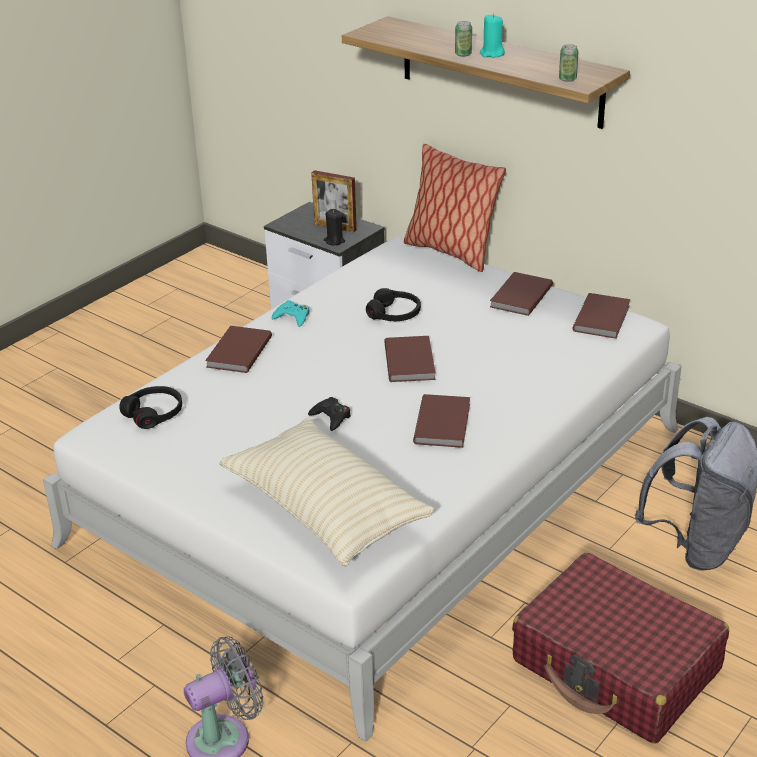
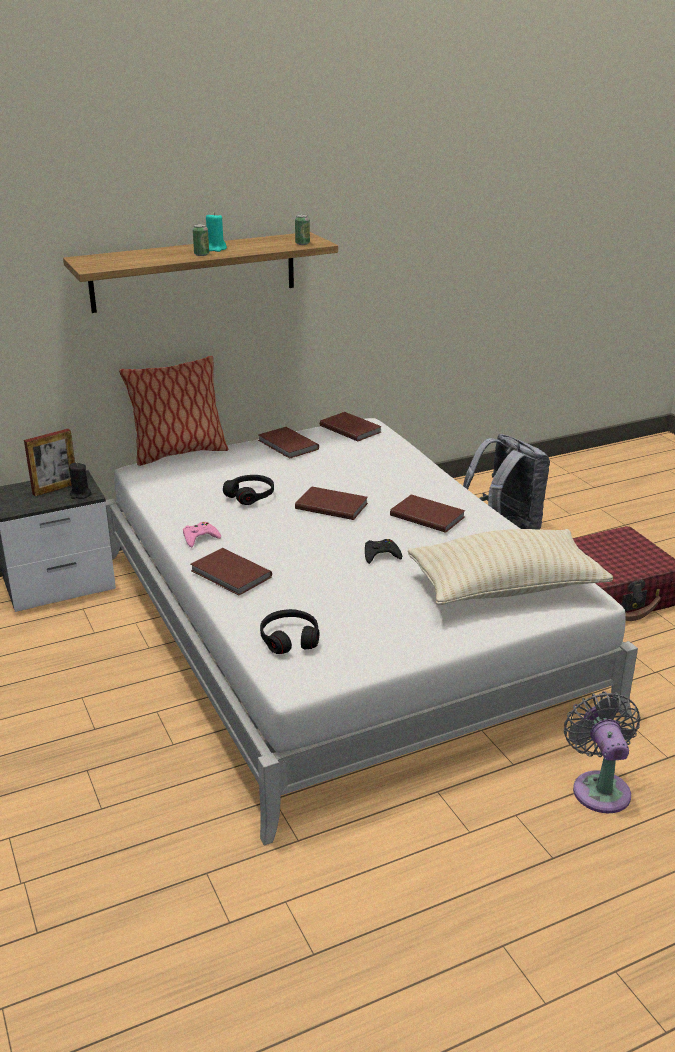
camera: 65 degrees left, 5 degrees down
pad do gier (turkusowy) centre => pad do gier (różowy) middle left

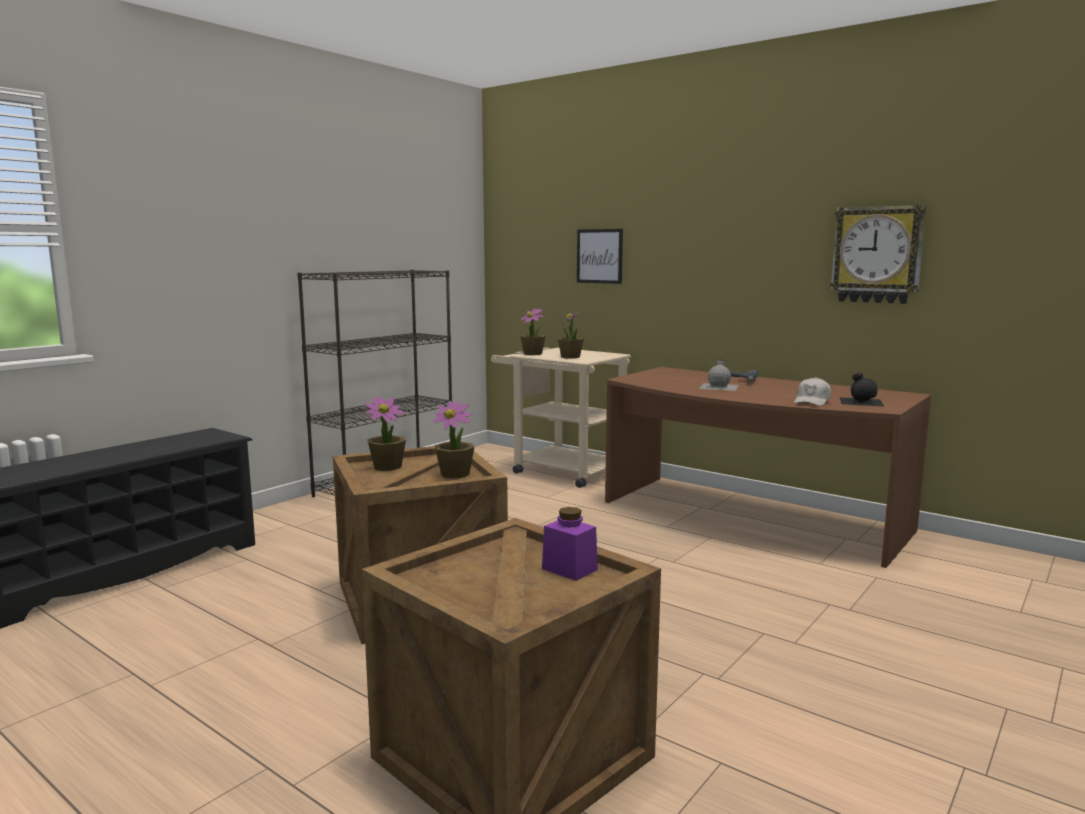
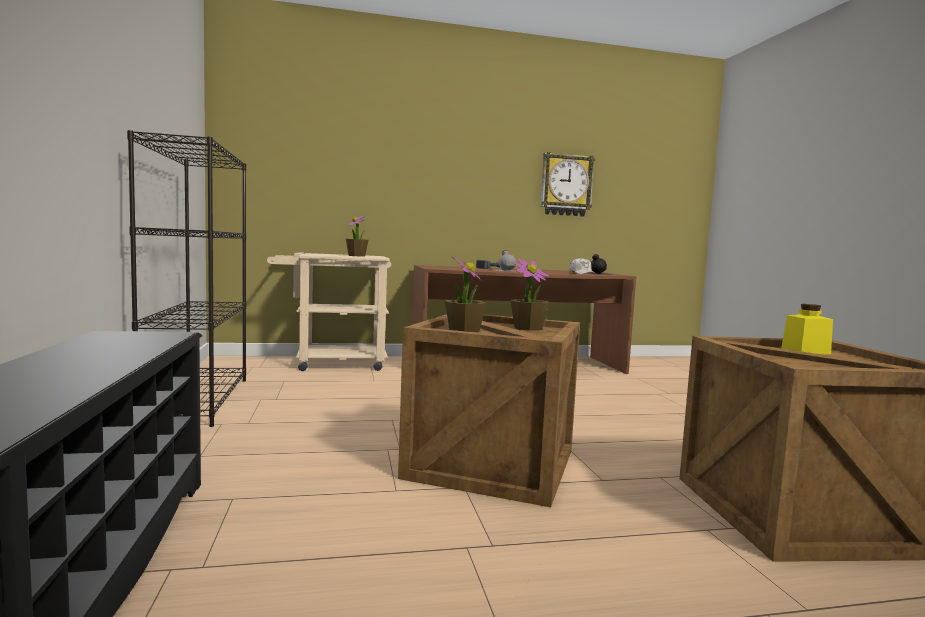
camera: 50 degrees left, 5 degrees down
obraz top centre => nothing
roślina doniczkowa (no. 3 from left) centre => nothing
słoik (fioletowy) bottom centre => słoik (żółty) middle right

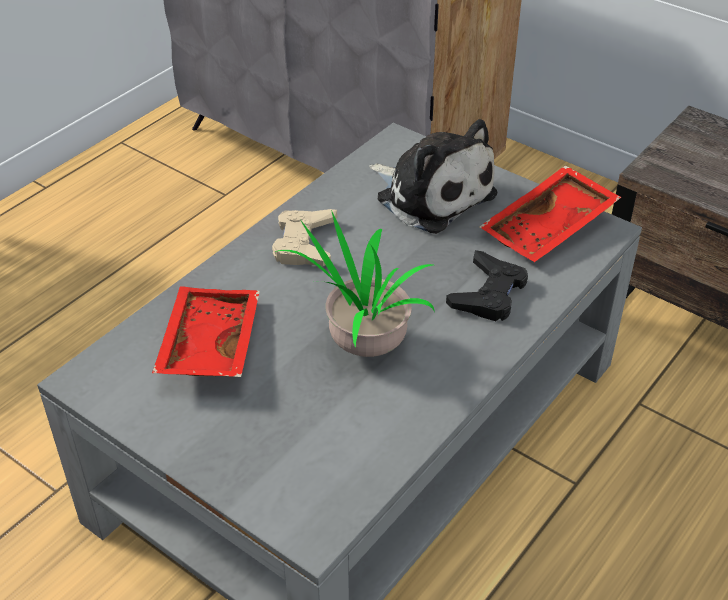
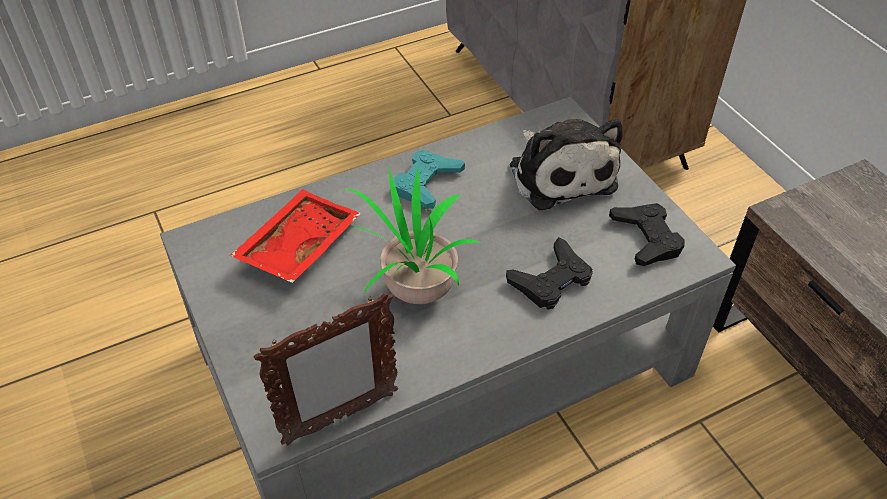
camera: 25 degrees right, 5 degrees up
taca (czerwony) (no. 2 from left) middle right => pad do gier (czarny) (no. 2 from left) middle right
pad do gier (beżowy) centre => pad do gier (turkusowy) centre
nothing => ramka na zdjęcie bottom centre

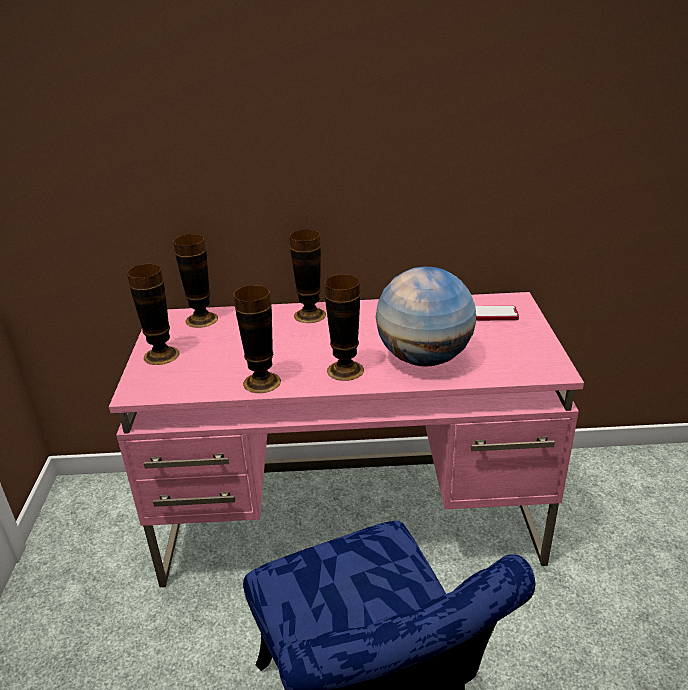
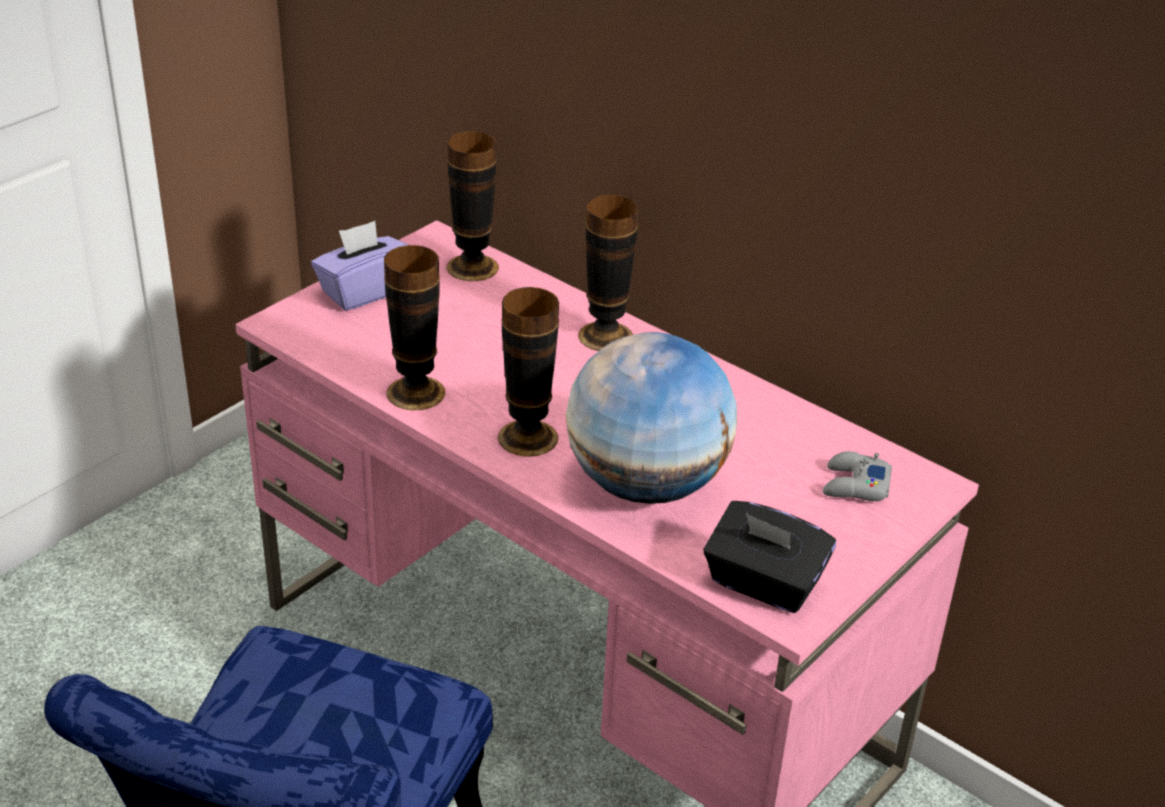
camera: 40 degrees right, 5 degrees up
wazon (no. 1 from left) middle left => pudełko chusteczek (fioletowy) top left
telefon middle right => pad do gier (szary) middle right
nothing => pudełko chusteczek (czarny) bottom centre

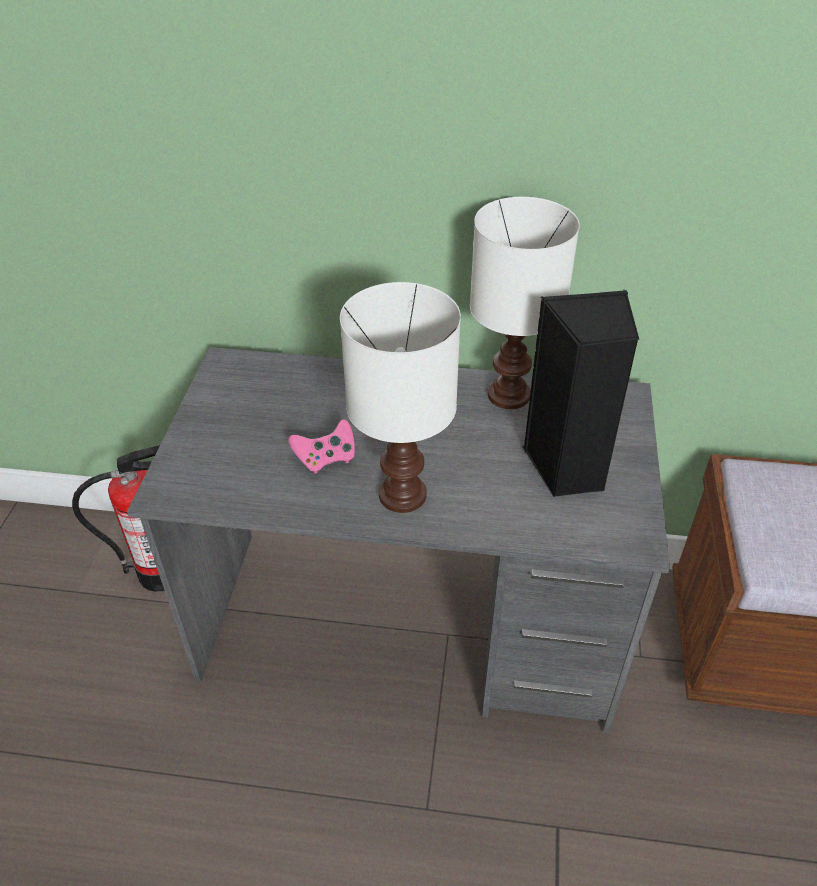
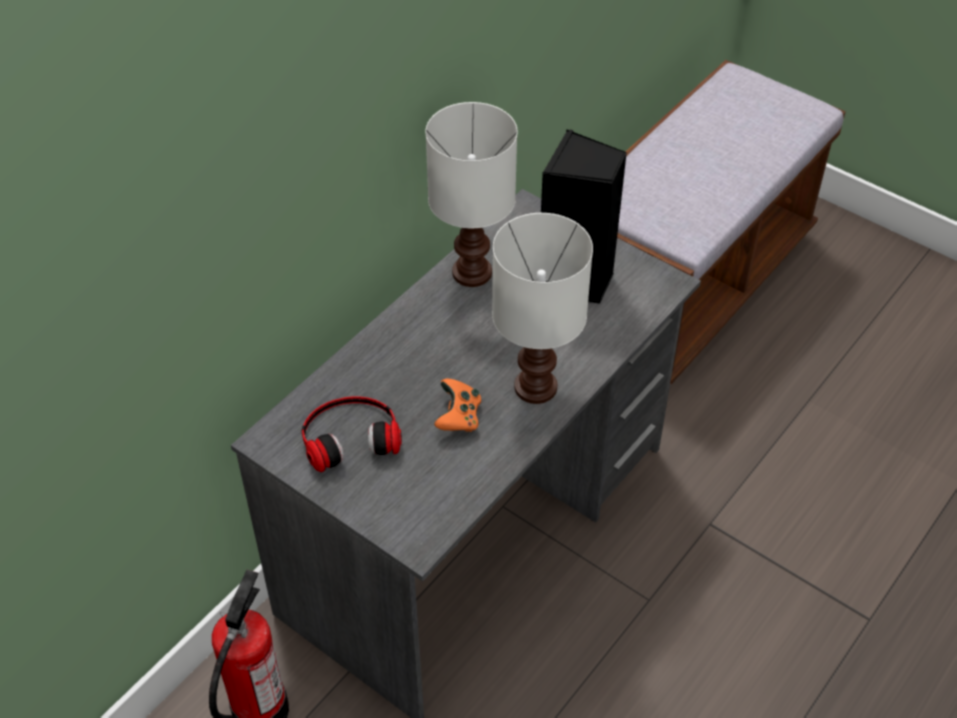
camera: 60 degrees left, 5 degrees up
pad do gier (różowy) centre => pad do gier (pomarańczowy) centre
nothing => słuchawki centre

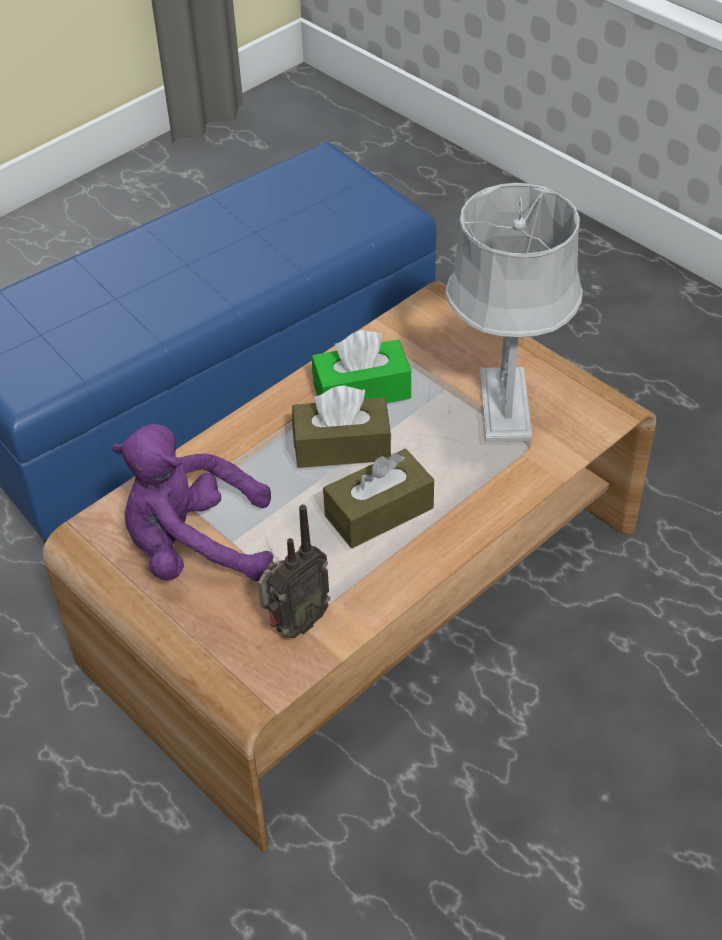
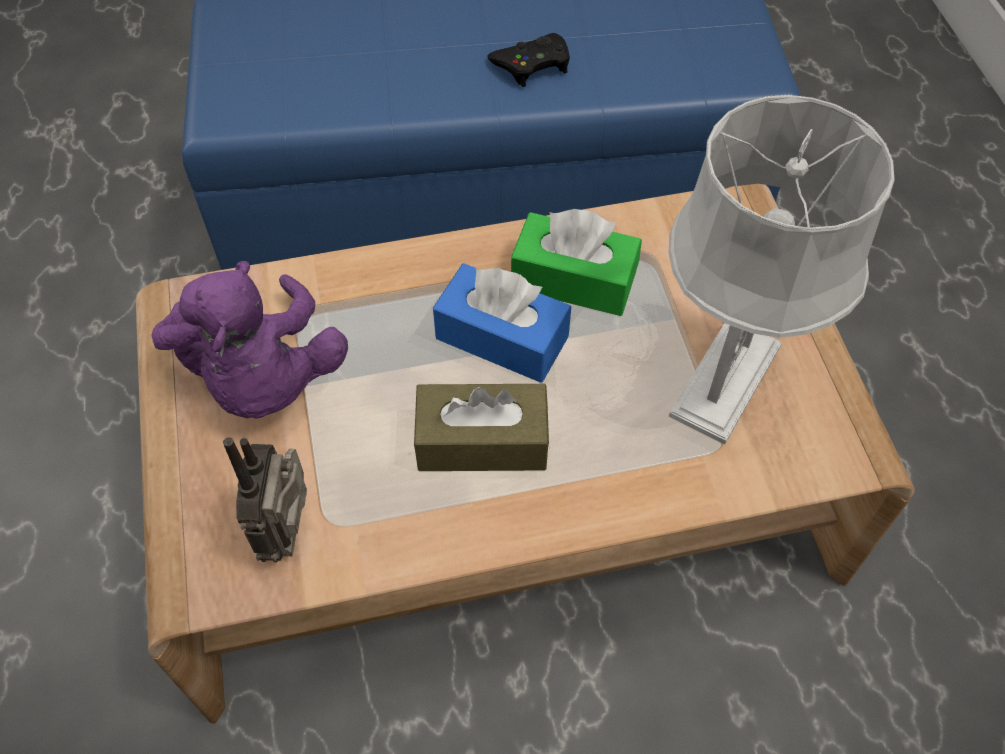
camera: 30 degrees right, 10 degrees up
pudełko chusteczek (brązowy) (no. 1 from left) centre => pudełko chusteczek (niebieski) centre
pluszak (fioletowy) middle left, 135 degrees counterclockwise
radio centre => radio middle left, 105 degrees clockwise
nothing => pad do gier (czarny) top centre

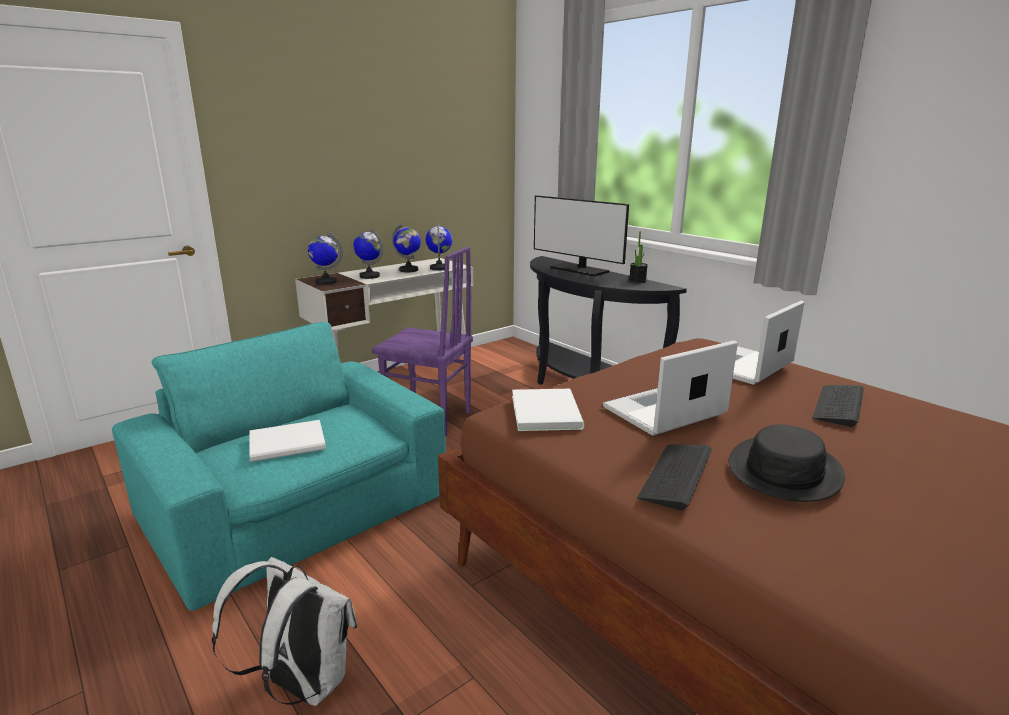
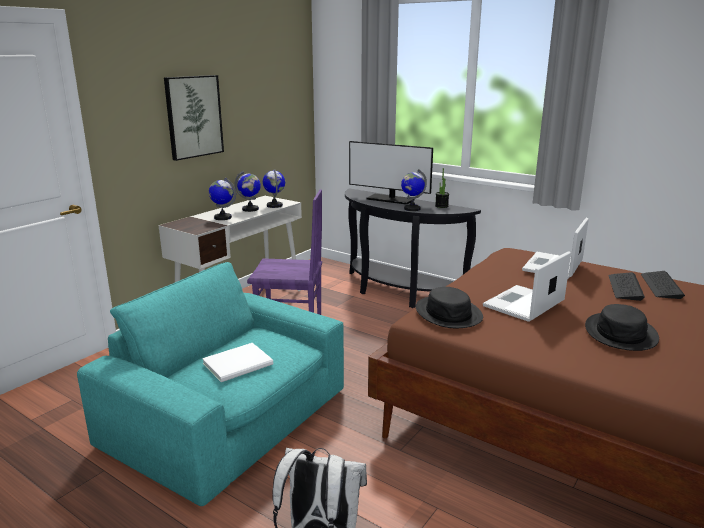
camera: 15 degrees left, 0 degrees up
globus (no. 1 from left in the first image) middle left => globus (no. 4 from left) centre, shifted
książka (biały) (no. 2 from left) centre => kapelusz (czarny) (no. 1 from left) centre
klawiatura (no. 1 from left in the first image) bottom right => klawiatura (no. 2 from left) middle right, shifted
nothing => obraz top left

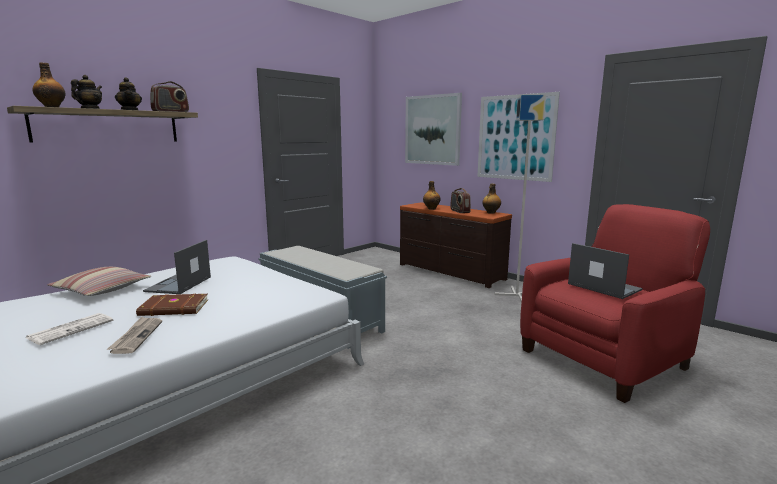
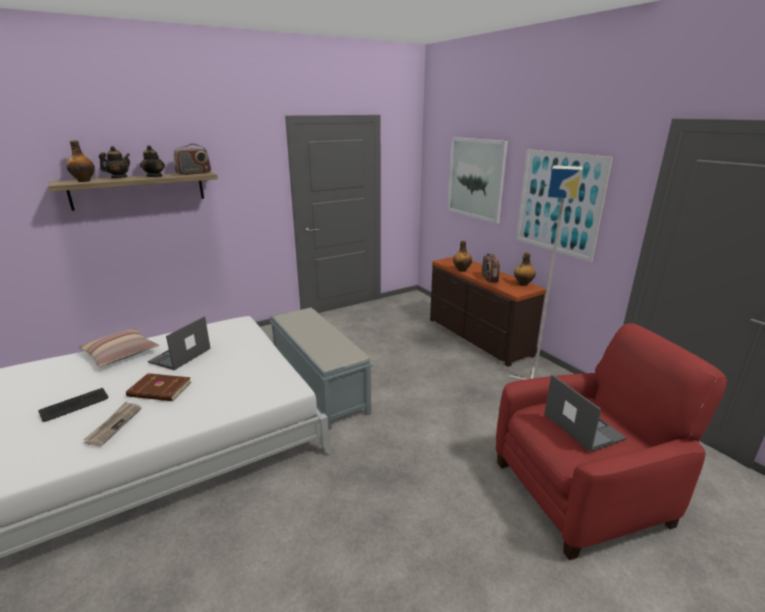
camera: 15 degrees right, 10 degrees up
gazeta (no. 1 from left) bottom left => klawiatura middle left

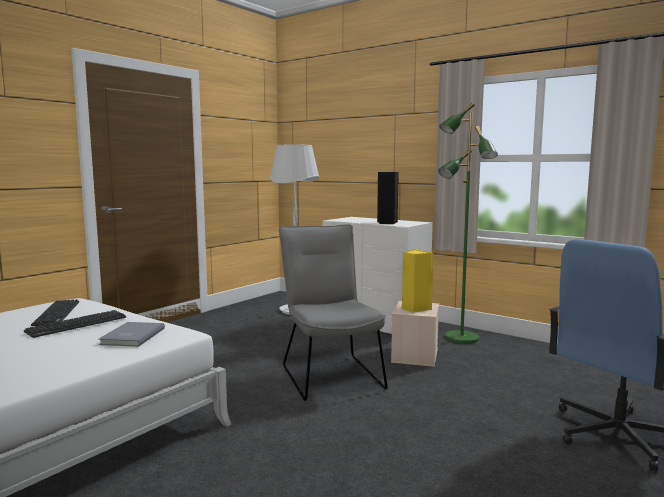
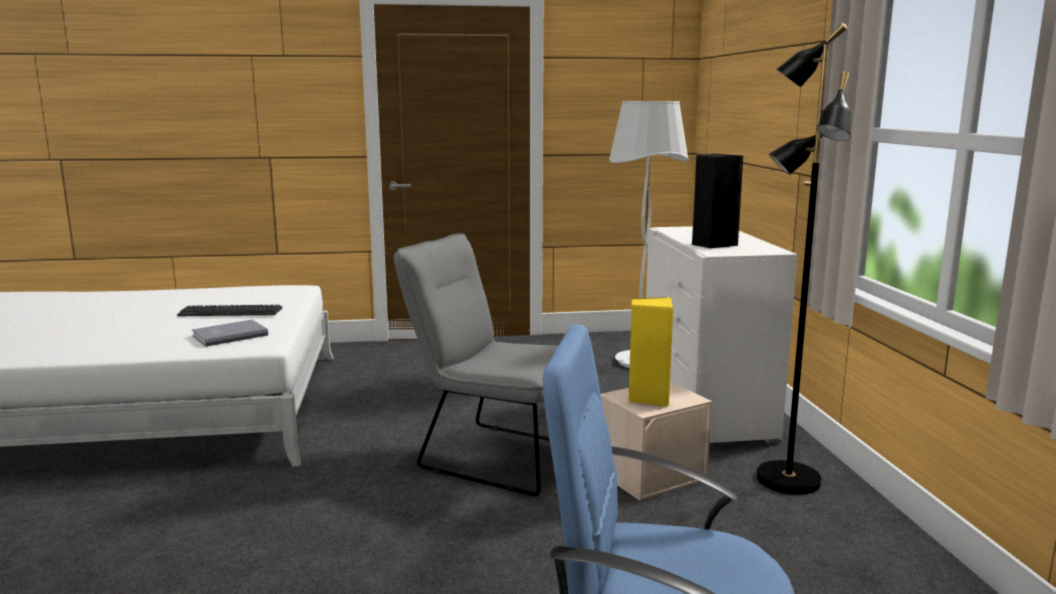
camera: 45 degrees right, 5 degrees up
lampa stojąca (zielony) middle right => lampa stojąca (czarny) middle right
krzesło (szary) centre, 90 degrees counterclockwise
klawiatura (no. 1 from left) middle left => nothing

